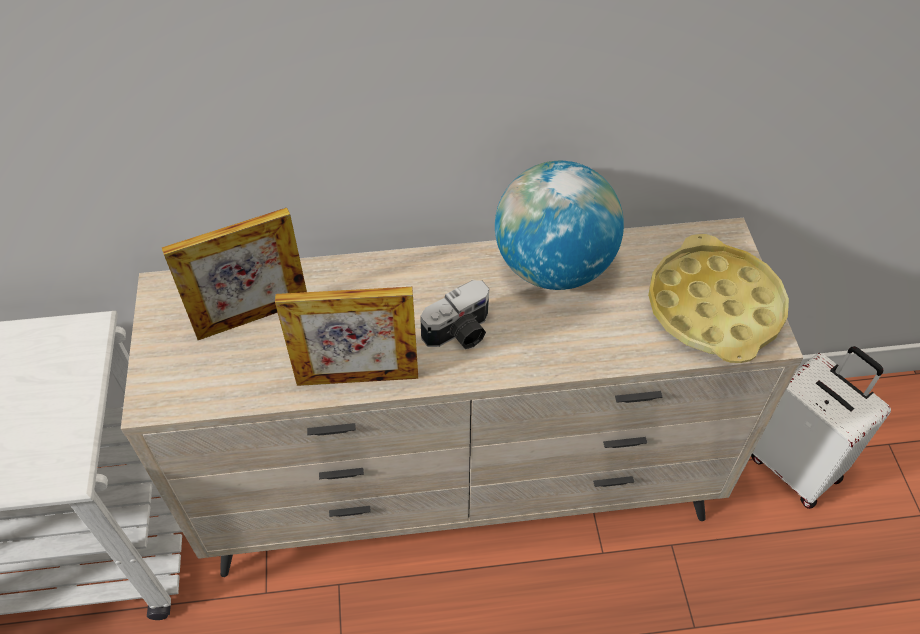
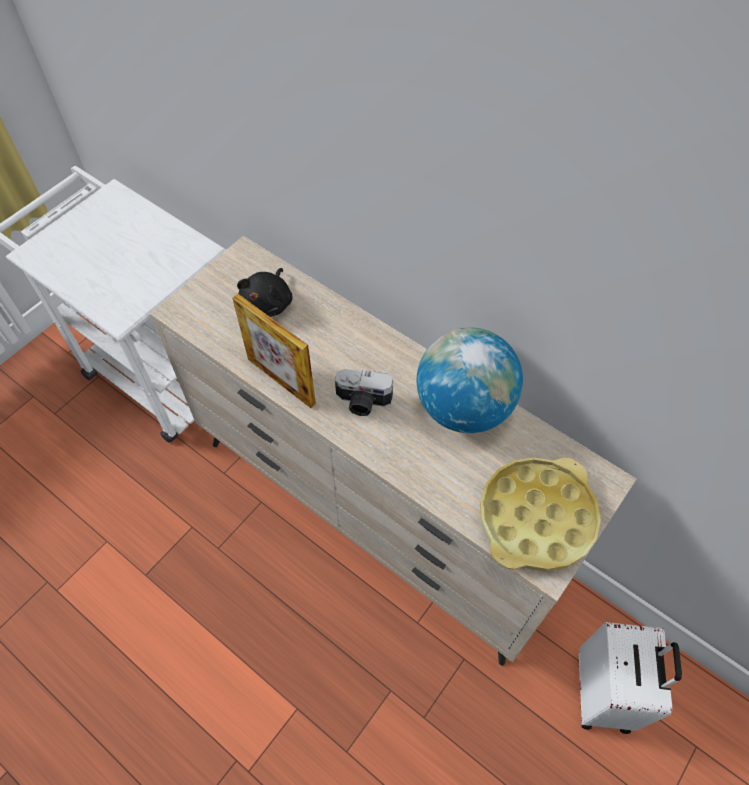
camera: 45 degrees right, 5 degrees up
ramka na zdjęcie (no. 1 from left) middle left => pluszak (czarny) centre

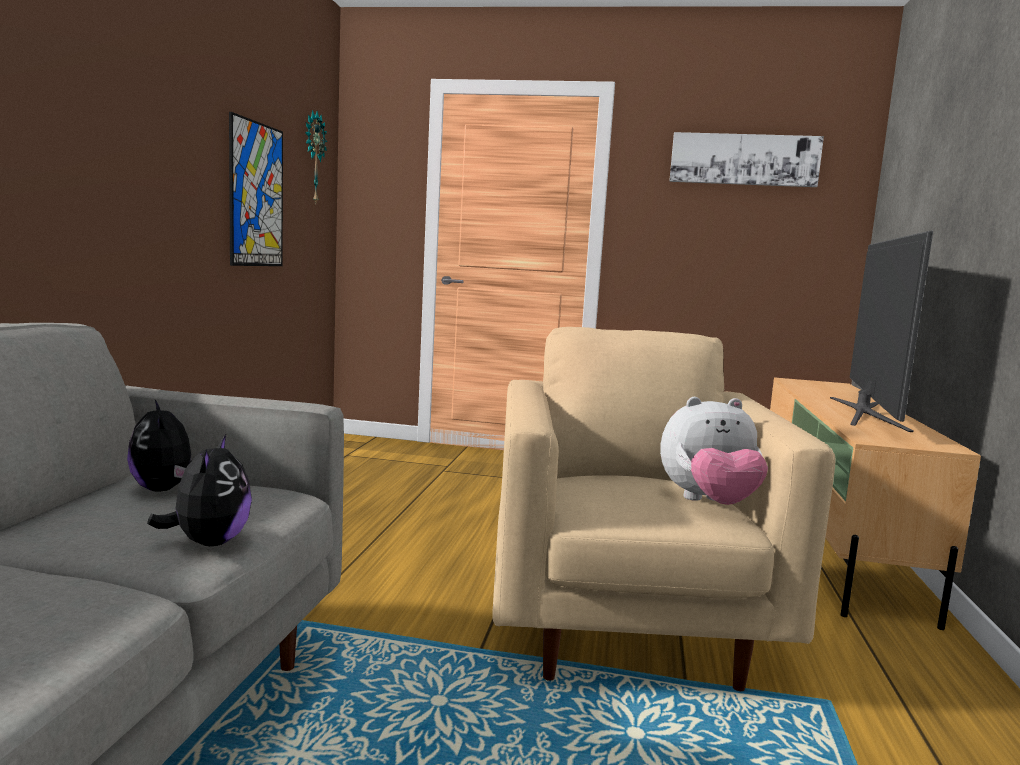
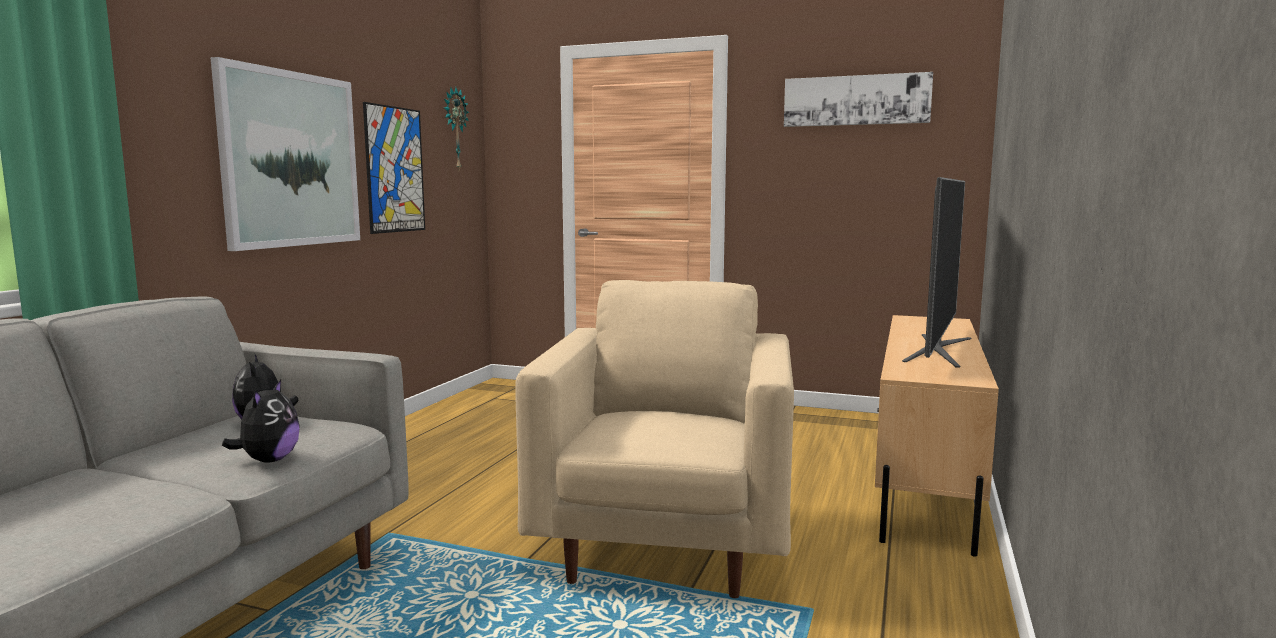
camera: 10 degrees right, 0 degrees up
pluszak (no. 3 from left) middle right => nothing
nothing => obraz (no. 1 from left) top left

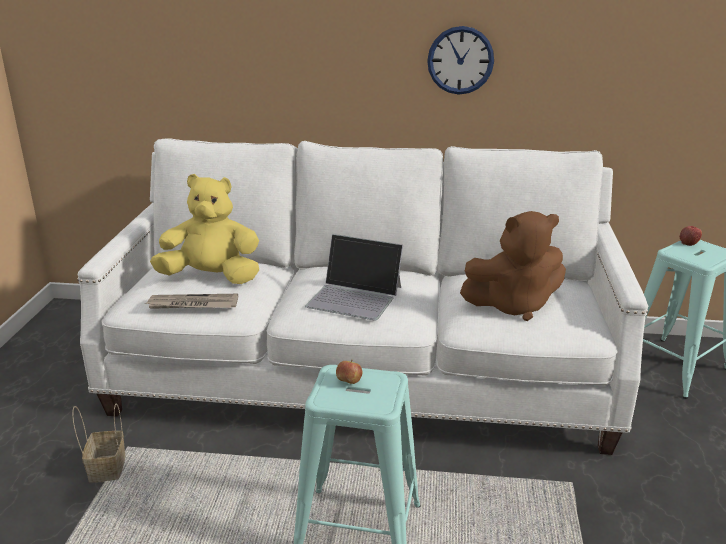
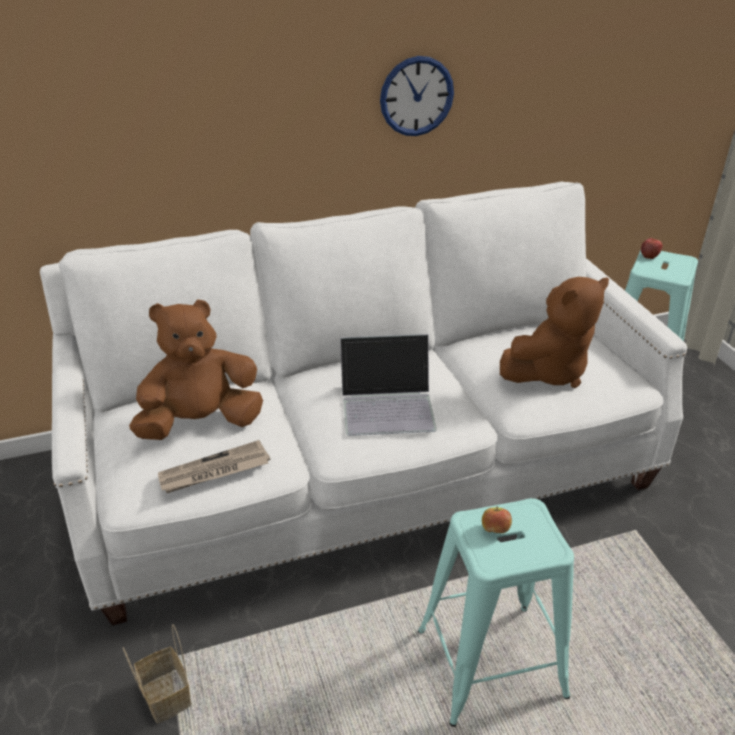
camera: 25 degrees left, 10 degrees up
pluszak (żółty) middle left => pluszak (brązowy) (no. 1 from left) middle left

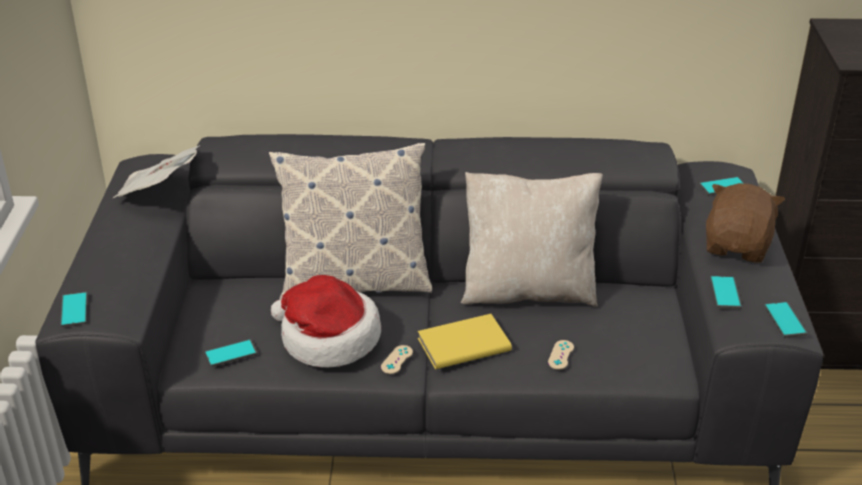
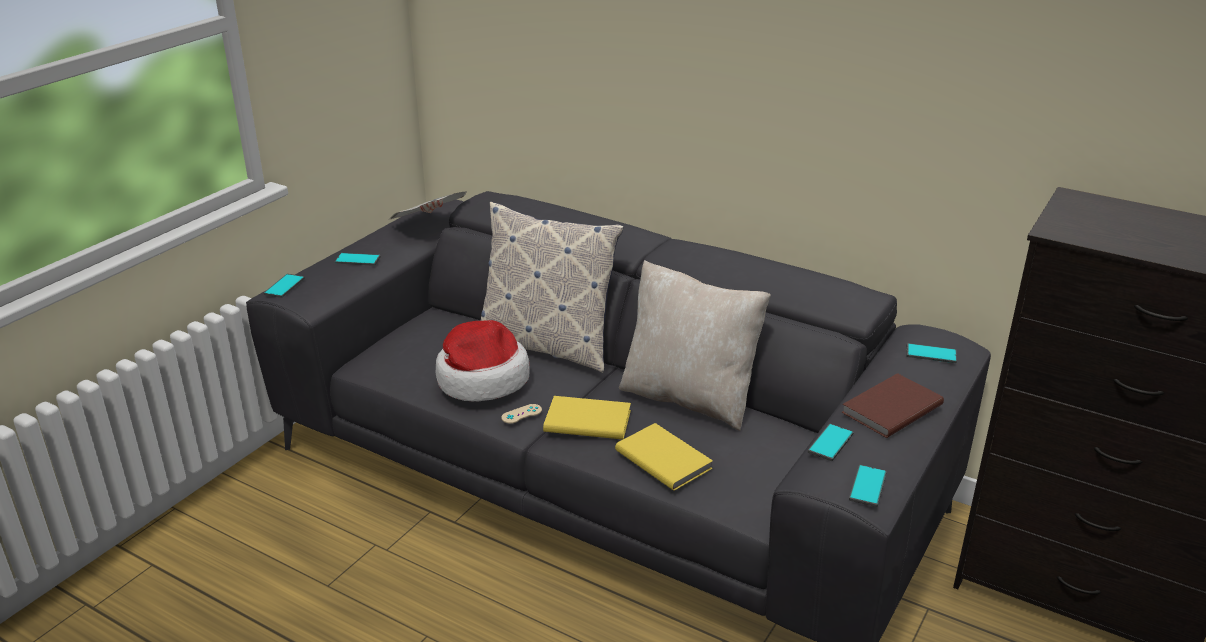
camera: 30 degrees right, 5 degrees down
pluszak (brązowy) middle right => książka (brązowy) middle right
telefon (no. 2 from left) bottom left => telefon (no. 2 from left) middle left, shifted
pad do gier (beżowy) (no. 2 from left) bottom centre => książka (żółty) (no. 2 from left) bottom centre

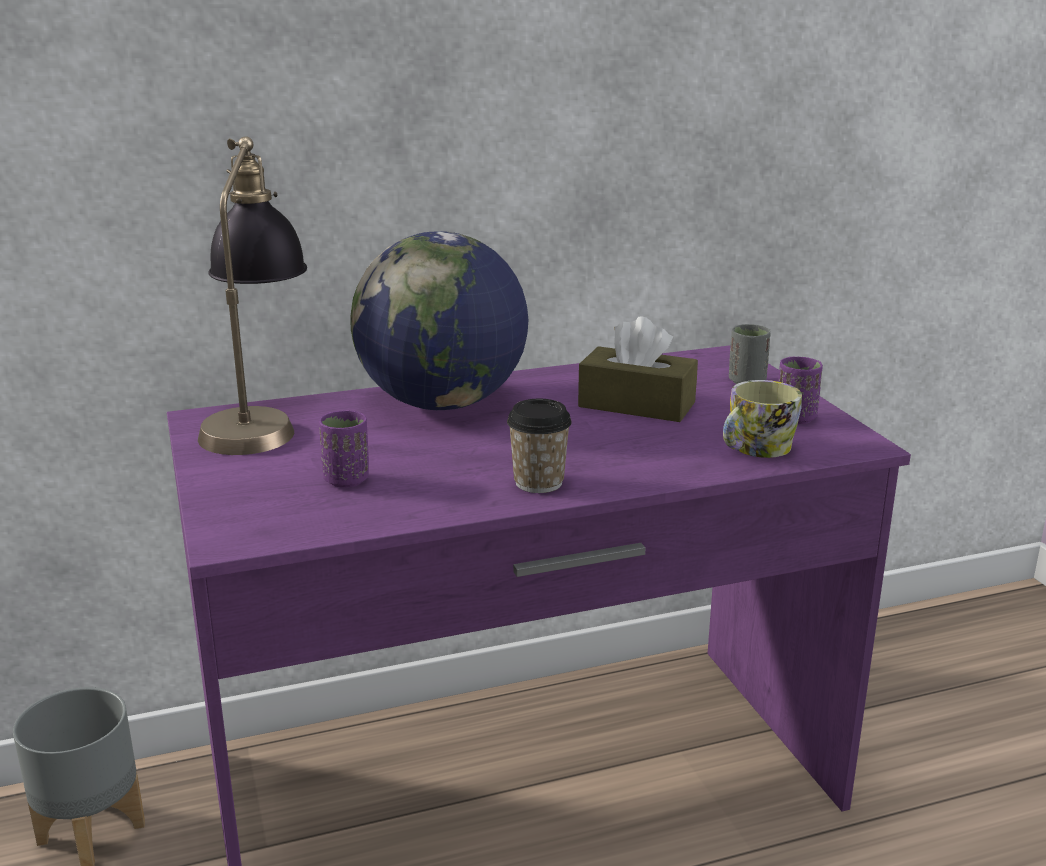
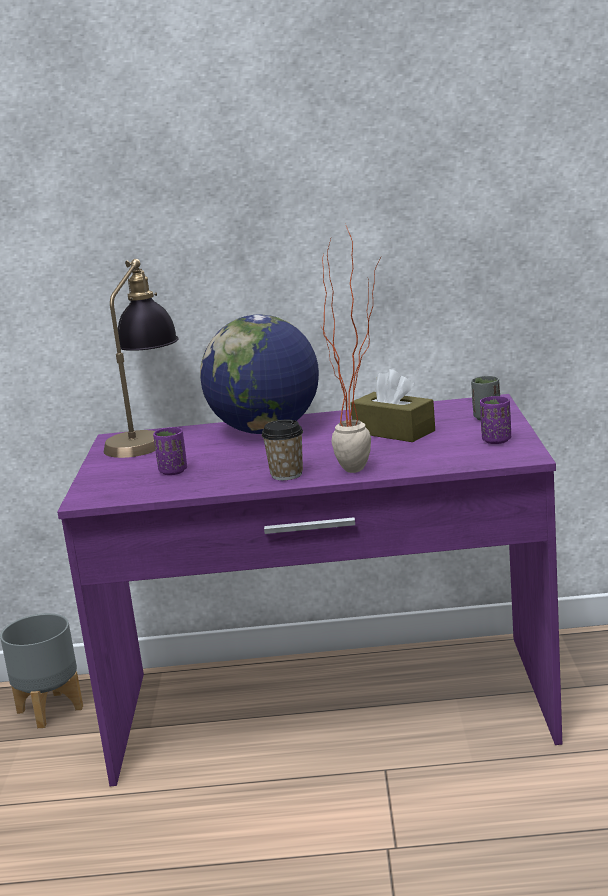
camera: 20 degrees right, 5 degrees down
kubek middle right => nothing
nothing => roślina doniczkowa centre

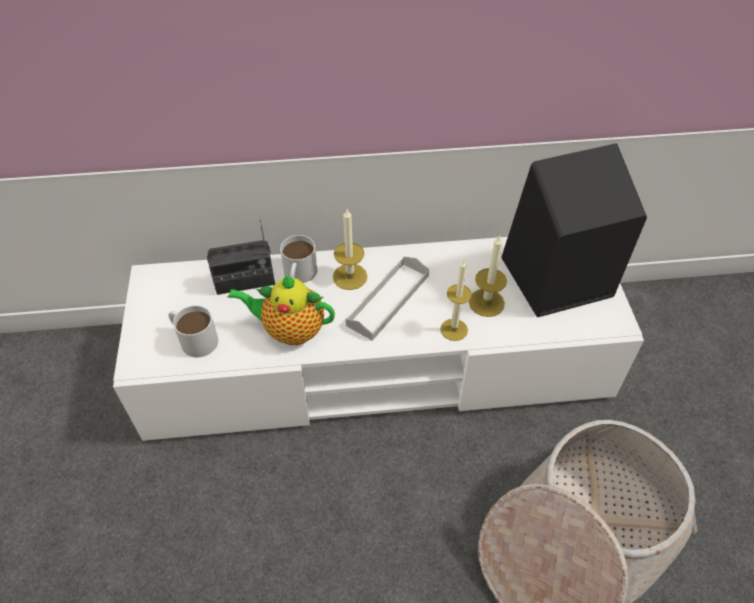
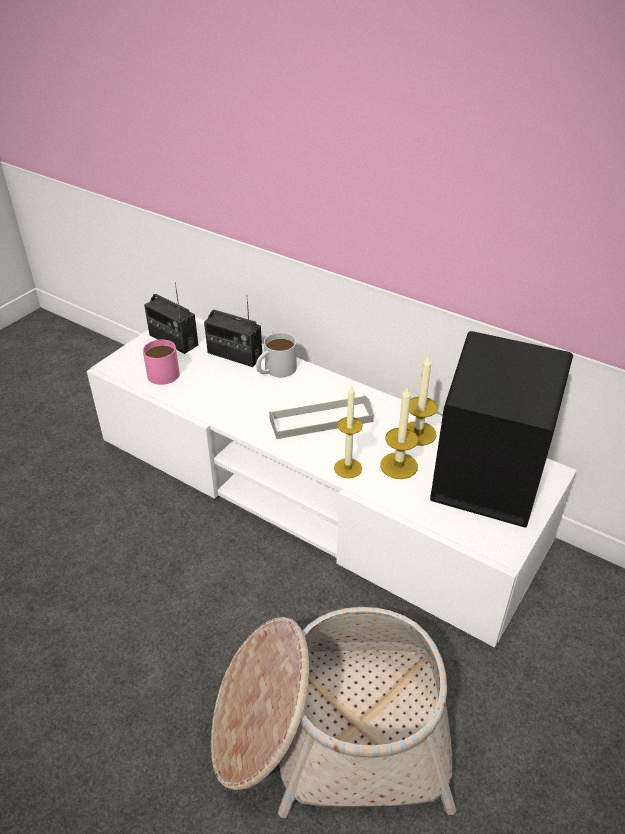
camera: 40 degrees right, 10 degrees down
świeca (no. 1 from left in the first image) centre => świeca (no. 3 from left) middle right, shifted
imbryk centre => nothing
kubek (biały) (no. 1 from left) middle left => kubek (różowy) middle left
nothing => radio (no. 1 from left) middle left

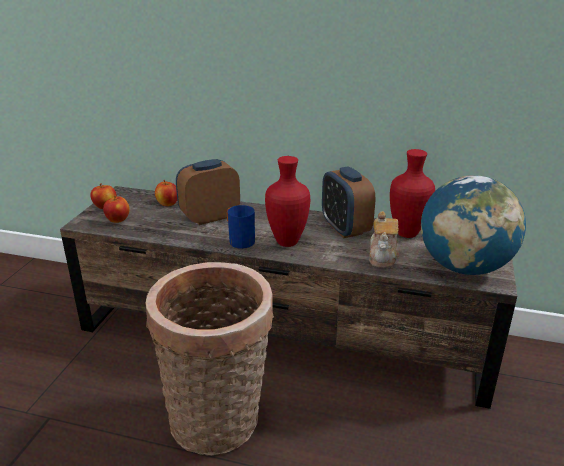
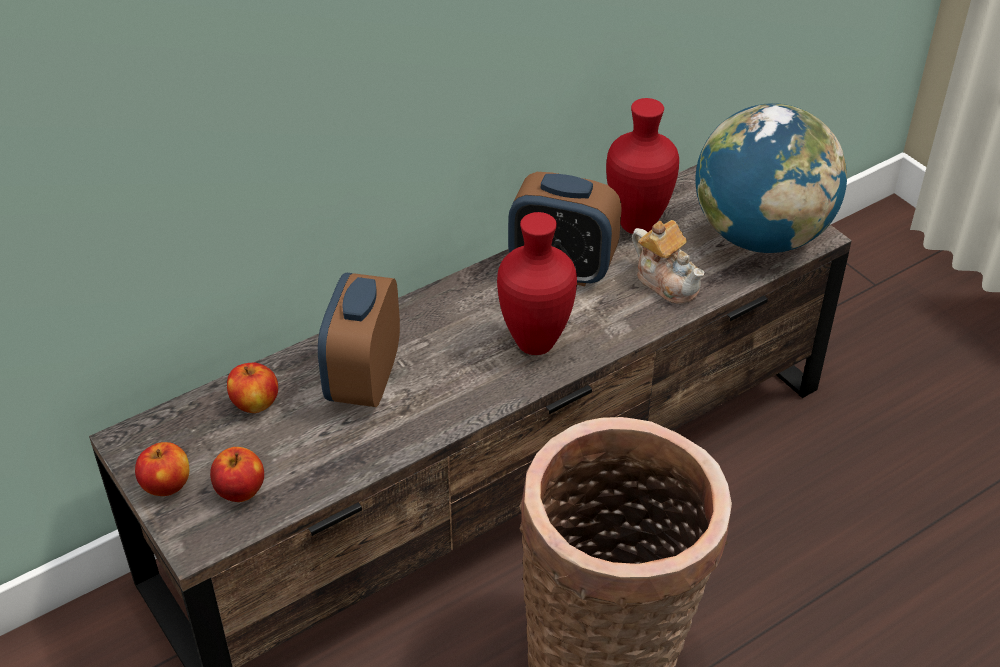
camera: 50 degrees left, 15 degrees up
kubek (niebieski) centre => nothing

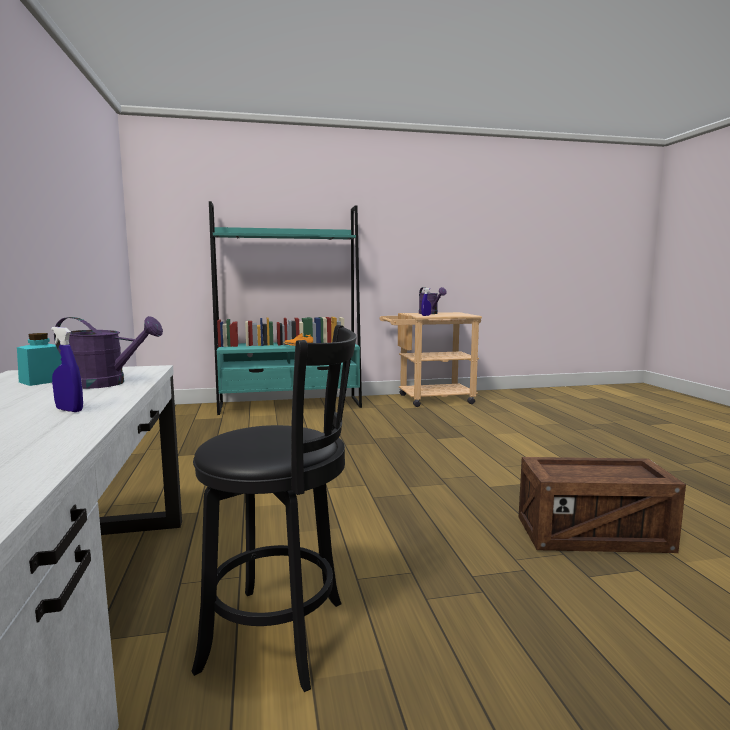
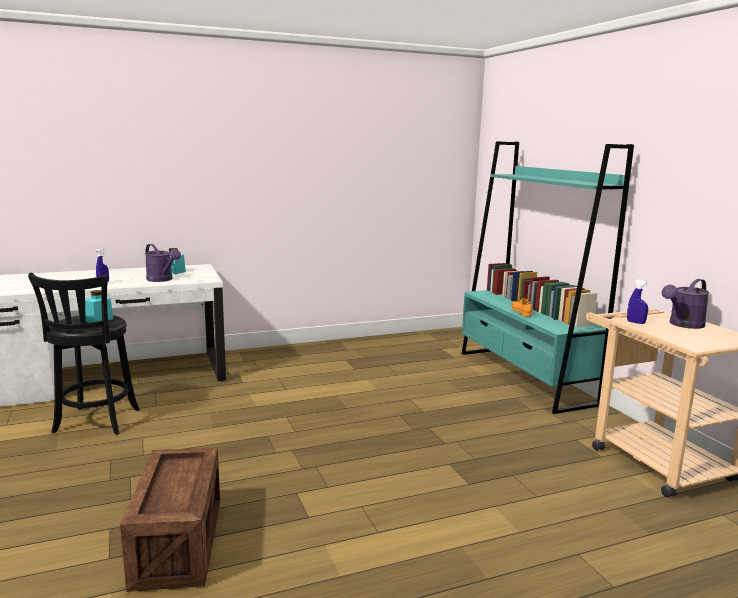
camera: 80 degrees right, 5 degrees up
konewka (fioletowy) (no. 1 from left) middle left, 45 degrees counterclockwise
nothing => słoik (turkusowy) (no. 1 from left) middle left

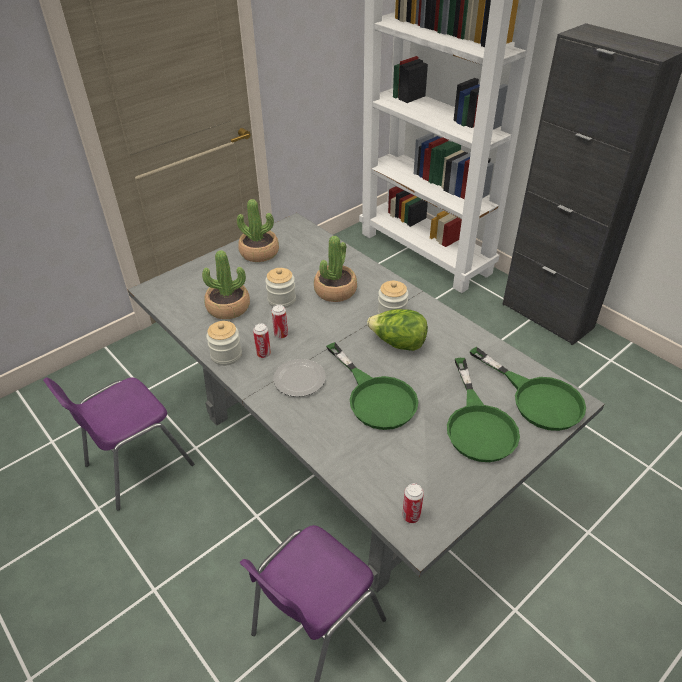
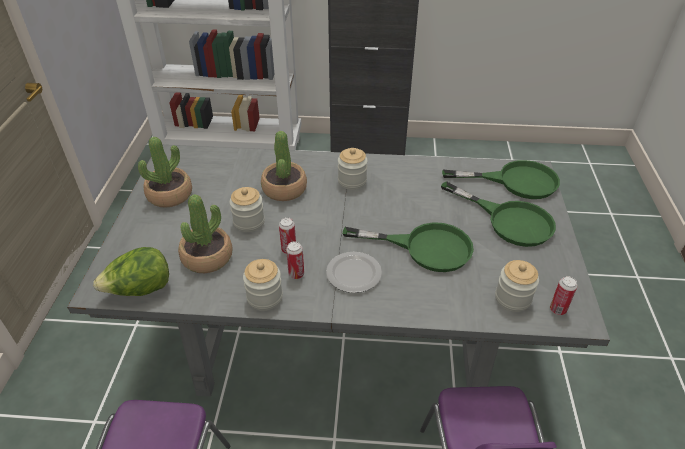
camera: 45 degrees left, 0 degrees up
sałata centre => sałata middle left, shifted
nothing => słoik (no. 4 from left) middle right

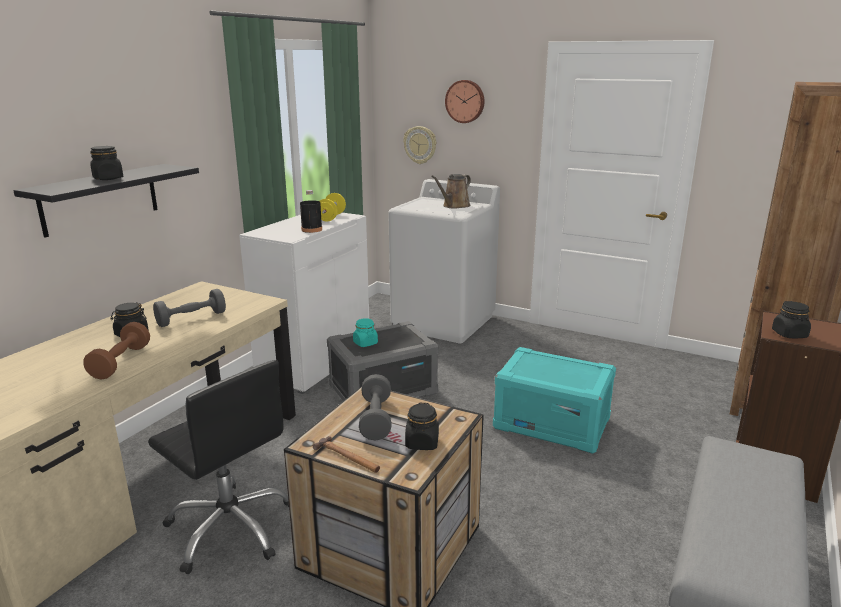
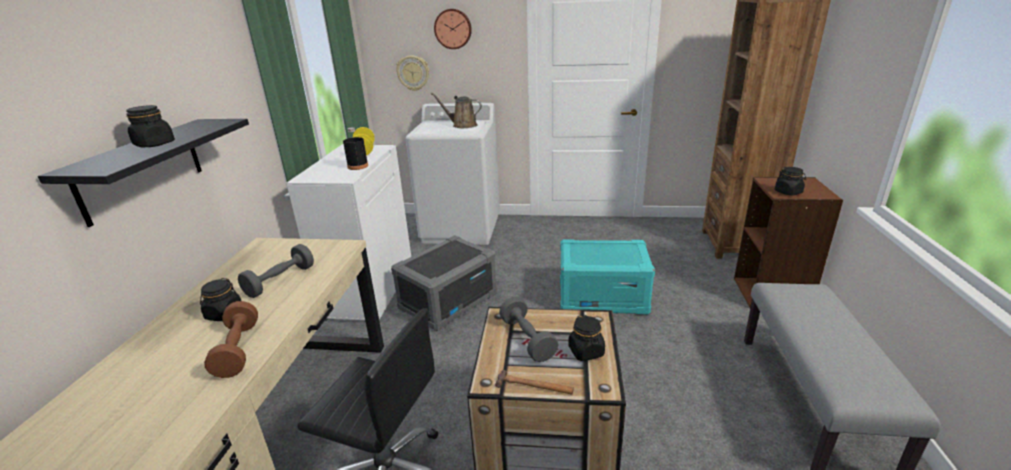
camera: 20 degrees left, 5 degrees up
konewka (brązowy) top centre, 90 degrees clockwise
słoik (turkusowy) centre => nothing

